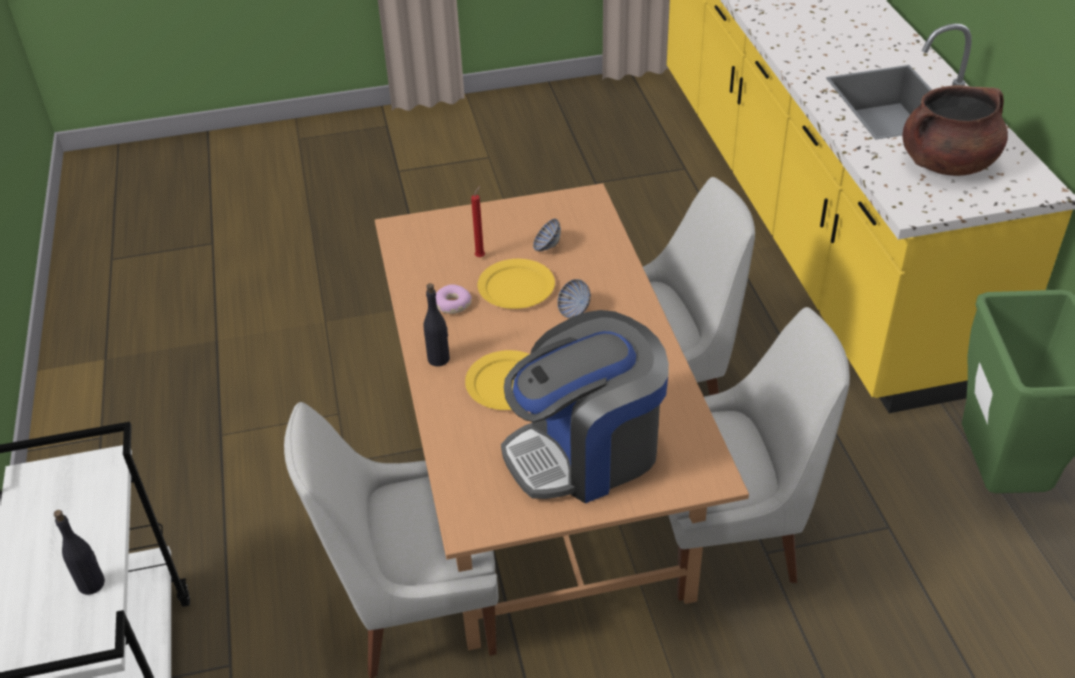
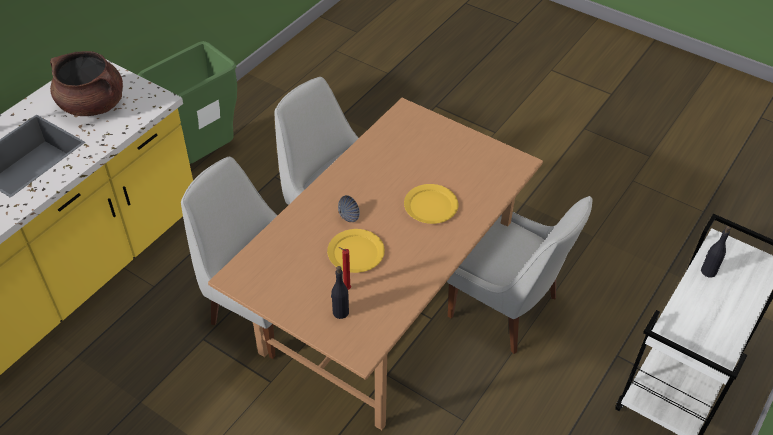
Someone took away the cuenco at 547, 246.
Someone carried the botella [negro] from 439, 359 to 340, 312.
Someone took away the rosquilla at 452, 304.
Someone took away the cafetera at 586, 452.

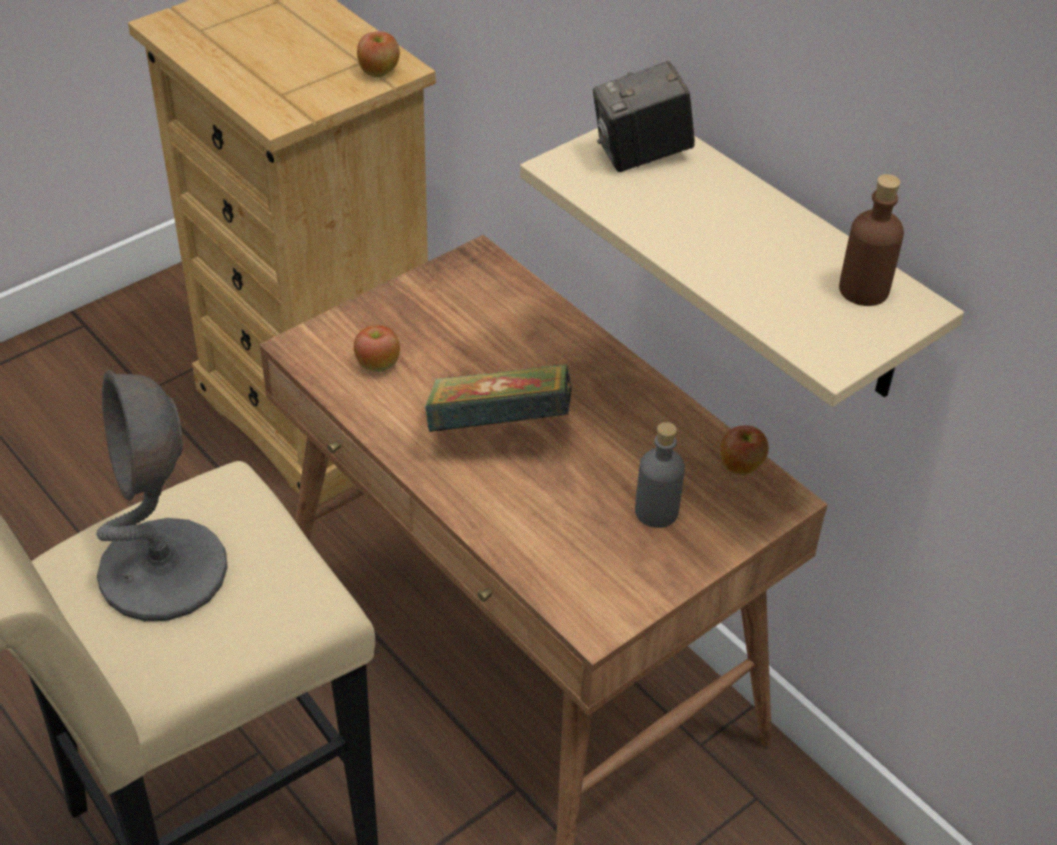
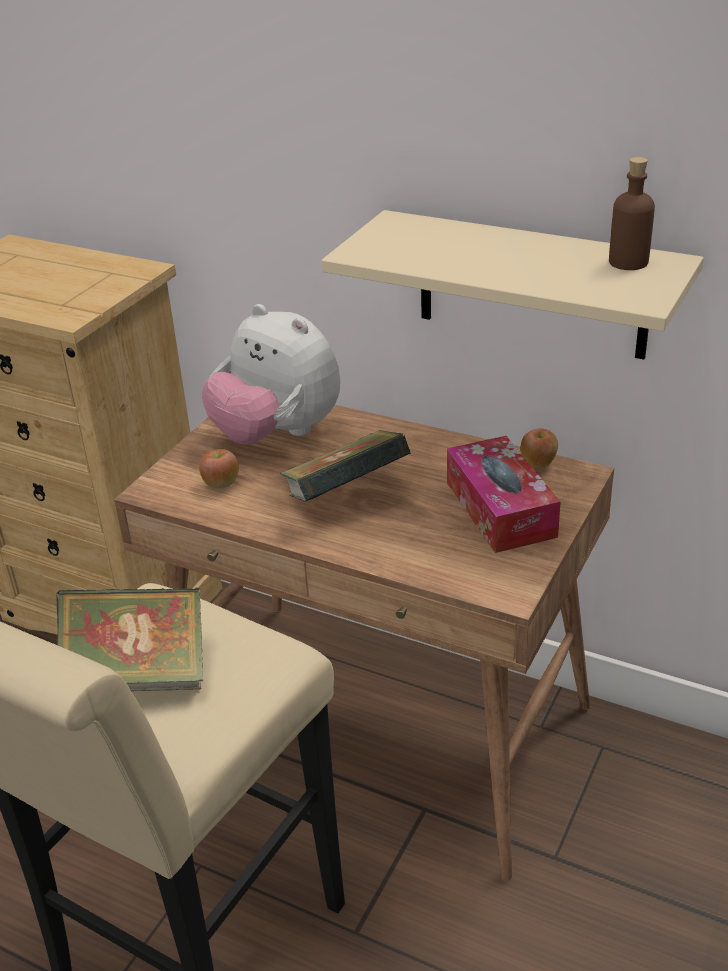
Someone took away the manzana at 379, 72.
Someone took away the cámara at 640, 155.
Someone swapped the lámpara de mesa [gris] at 164, 572 for the libro at 138, 675.
Someone swapped the botella [gris] at 656, 511 for the caja de pañuelos at 500, 509.
Someone put down the peluche at 277, 434.

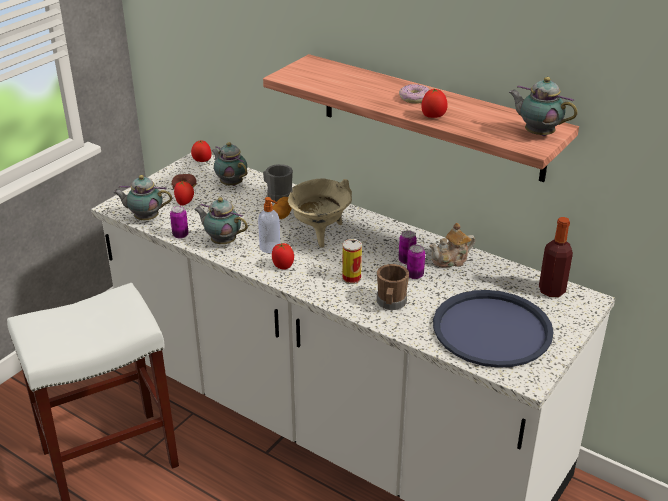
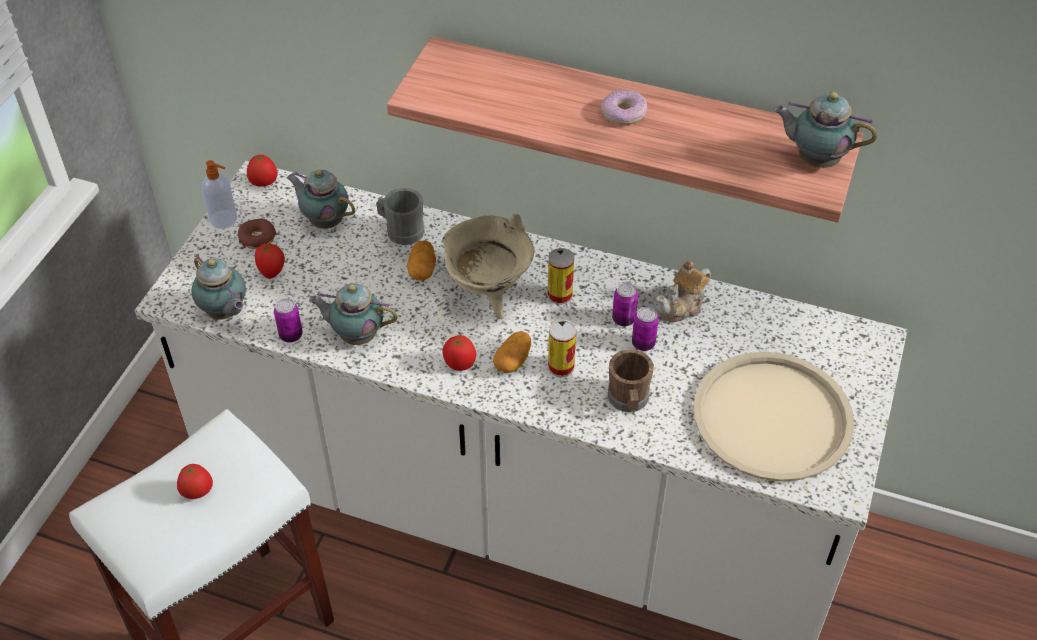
Someone carried the tomate from 433, 117 to 198, 492.
Someone rotated the tetera at 145, 218 by 120 degrees counterclockwise.
Someone carried the dispensador de jabón from 270, 248 to 224, 220.
Someone took away the botella at 551, 290.
Someone repainted the bandeja [azul] at 491, 329, which became the bandeja [beis] at 771, 417.
Someone put down the lata at 560, 295.
Someone put down the patata at 513, 360.

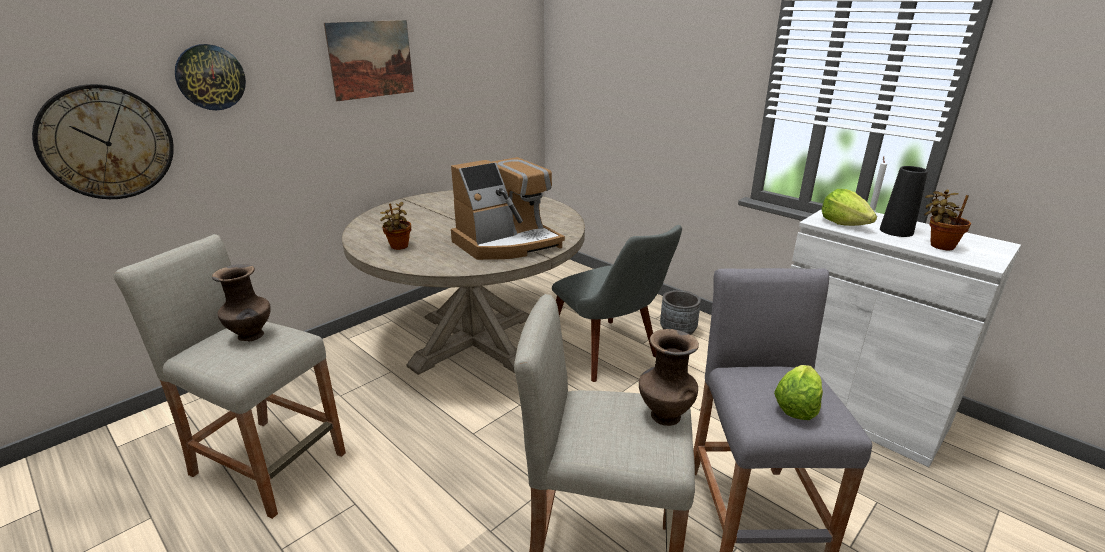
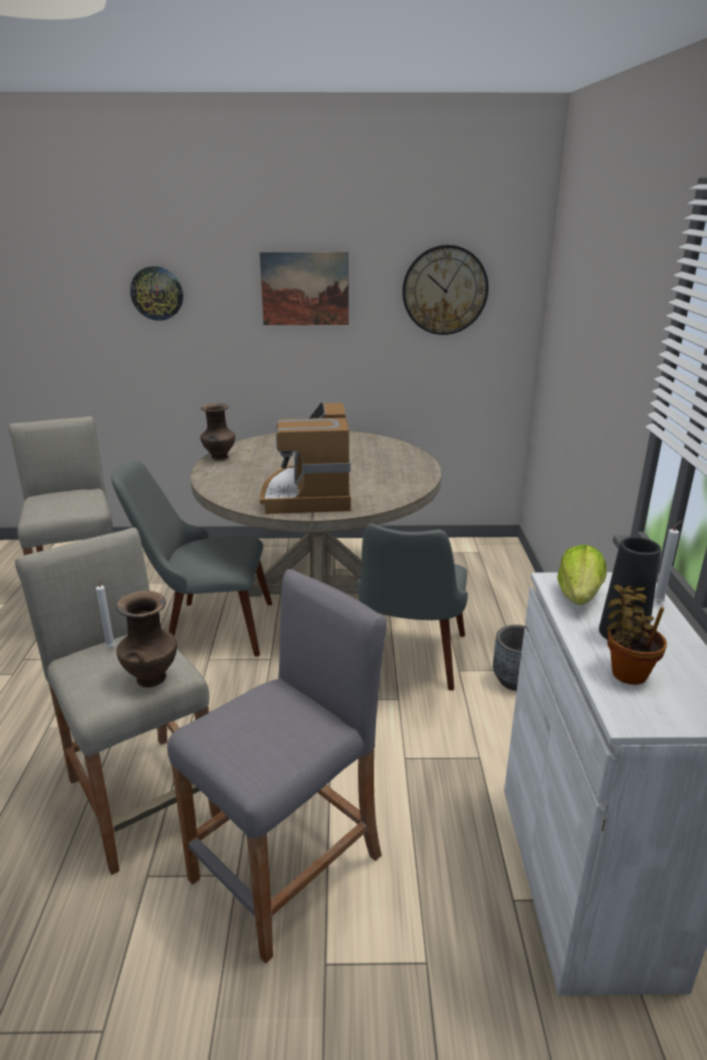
Someone carried the reloj de pared from 106, 142 to 445, 290.
Someone rotated the cafetera at 507, 243 by 75 degrees clockwise.
Someone took away the planta en maceta at 399, 247.
Someone carried the florero [marrón] from 251, 336 to 219, 458.
Someone took away the lechuga at 796, 406.
Someone put down the silla [gris] at 205, 627.
Someone put down the vela [blanco] at 111, 646.

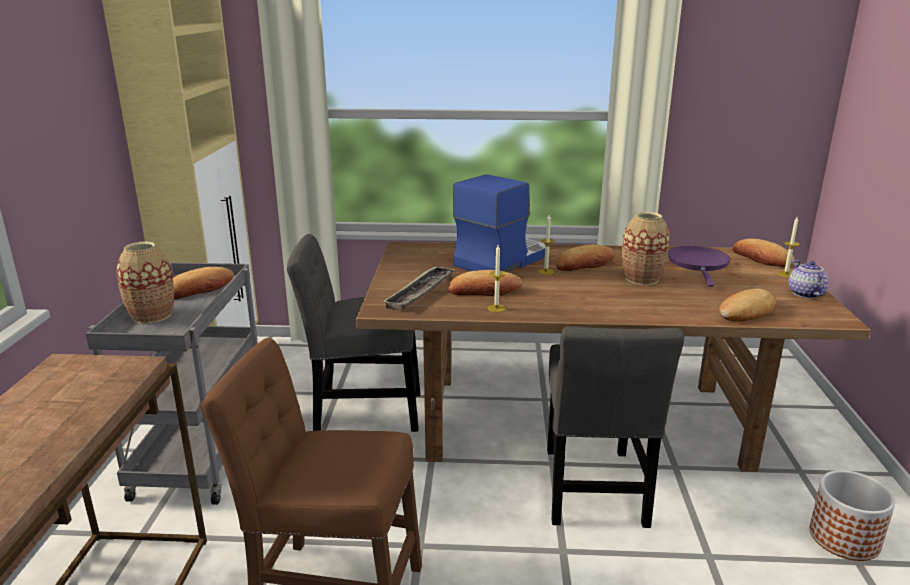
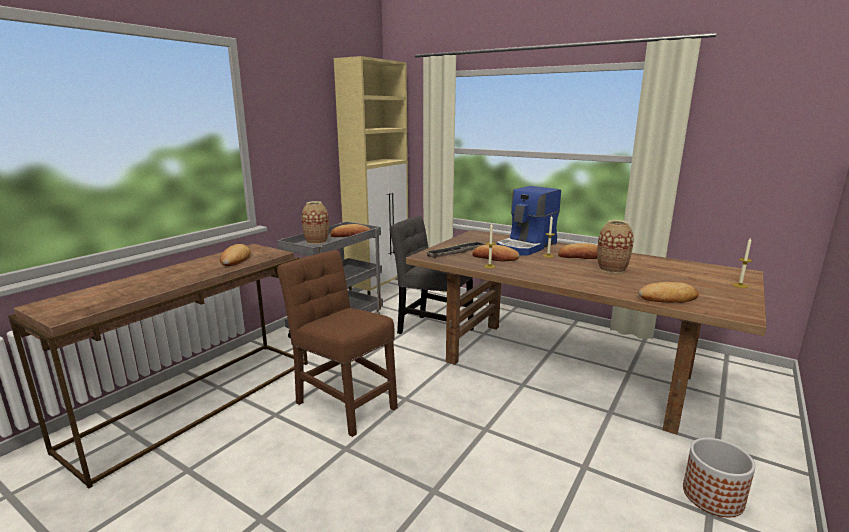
Someone rotated the cafetera at 501, 260 by 150 degrees clockwise.
Someone carried the pan from 761, 258 to 235, 259.
Someone took away the sartén [morado] at 698, 264.
Someone took away the tetera at 804, 294.
Someone took away the silla [gris] at 594, 491.

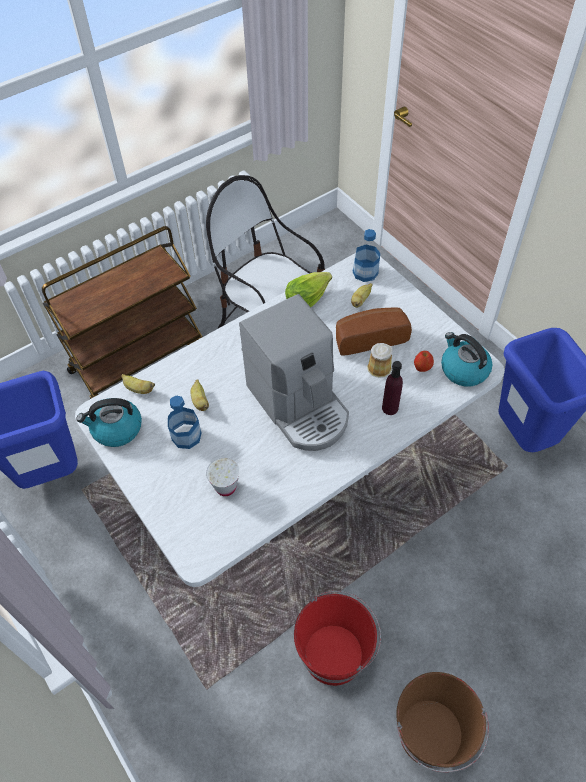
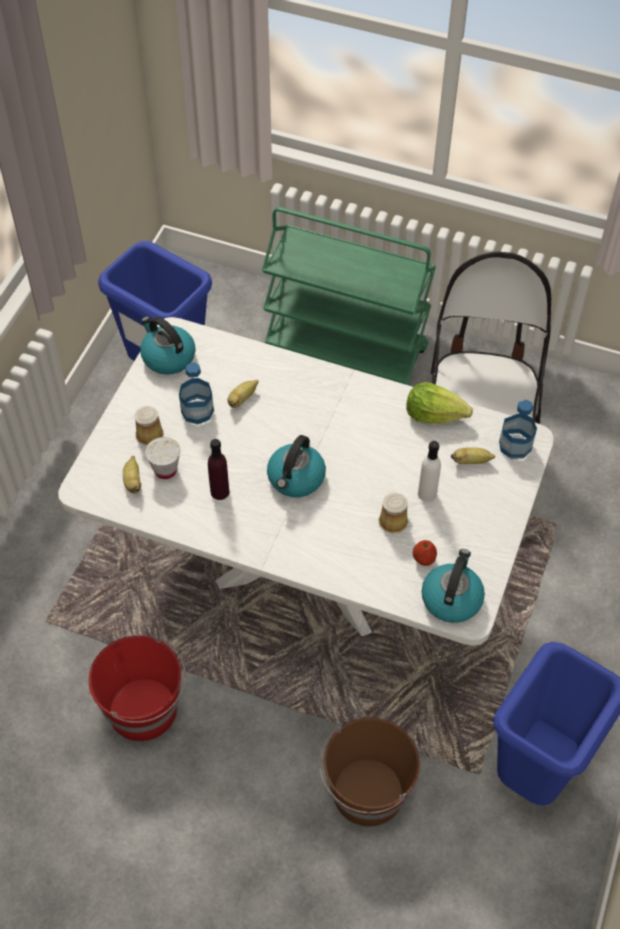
Someone repainted the carrito [marrón] at 138, 357, which became the carrito [verde] at 345, 352.
Someone swapped the cafetera at 300, 405 for the hervidor at 296, 479.
Someone swapped the pan at 369, 337 for the botella [blanco] at 427, 493.
Someone carried the botella [morado] from 390, 408 to 220, 492.
Someone carried the plátano from 138, 389 to 133, 481.
Someone carried the cubo [marrón] from 431, 734 to 367, 793.
Someone put down the taza grande at 150, 433.

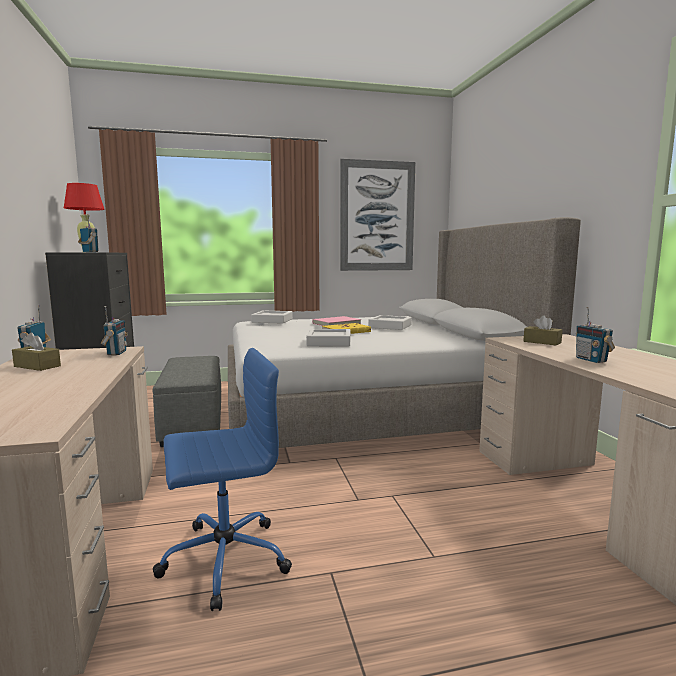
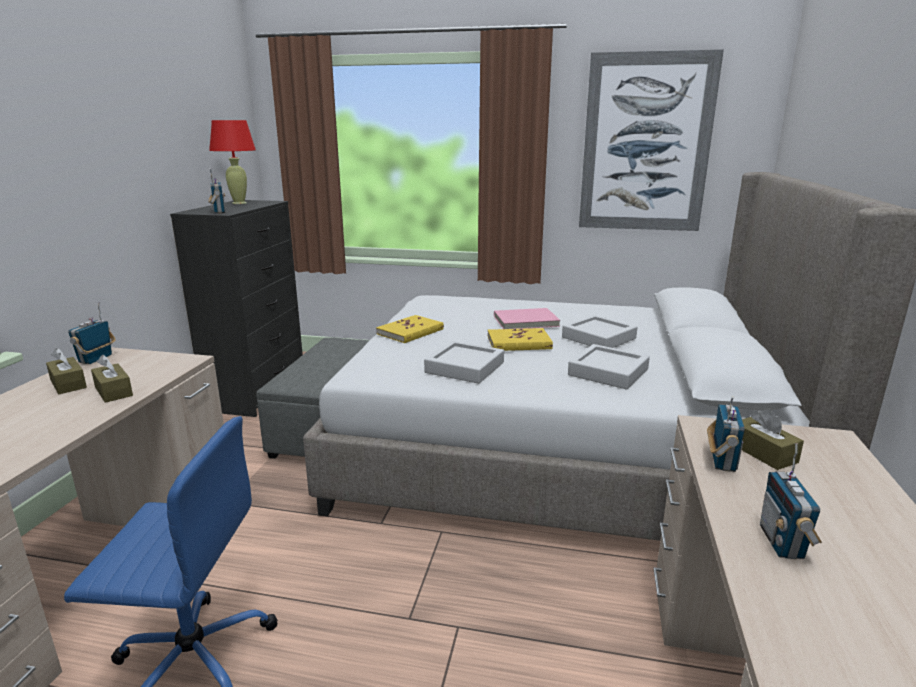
Someone carried the radio from 116, 353 to 721, 461.
Someone carried the bandeja [gris] from 272, 320 to 608, 372.
Someone put down the libro [amarillo] at 410, 332.
Someone put down the caja de pañuelos [marrón] at 113, 391.

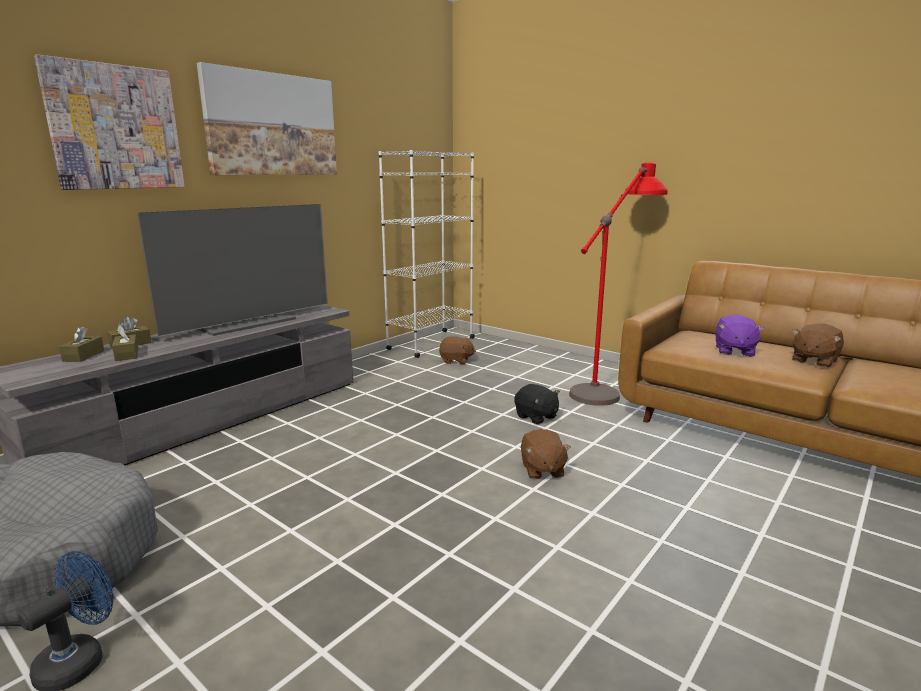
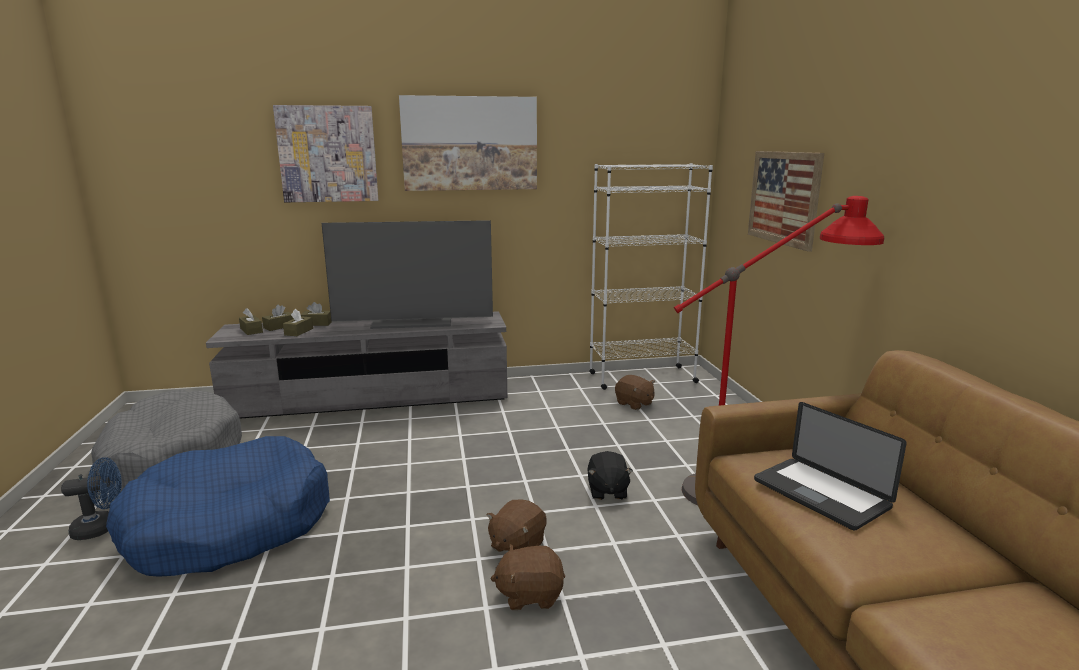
Someone swapped the peluche [morado] at 733, 351 for the portátil at 820, 494.
Someone carried the peluche [marrón] from 813, 361 to 530, 594.
Someone put up the cuadro at 783, 198.
Someone put down the caja de pañuelos [marrón] at 251, 330.
Someone put down the cama para perro [azul] at 229, 526.

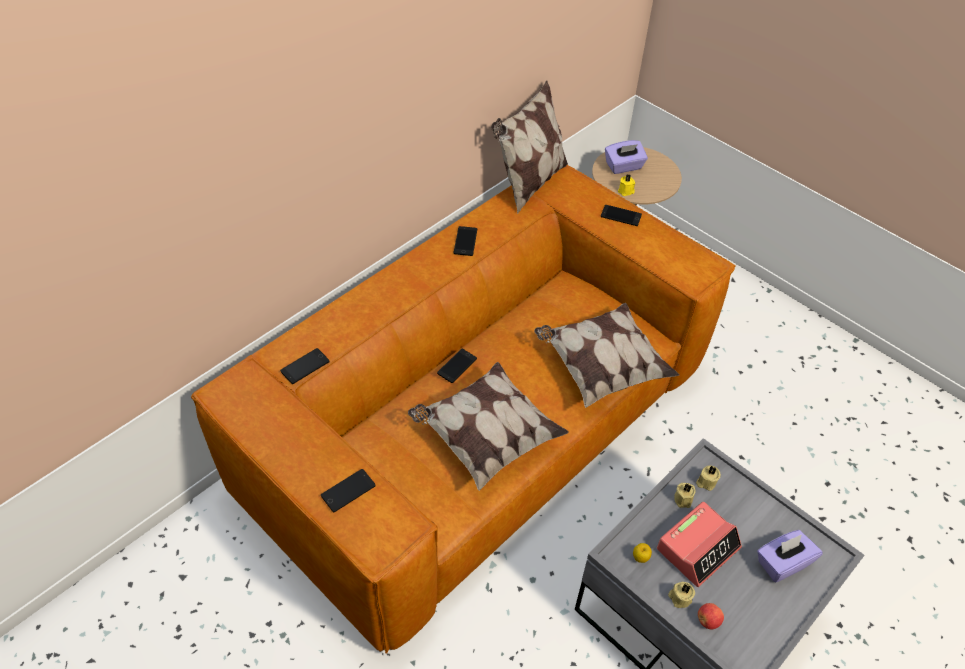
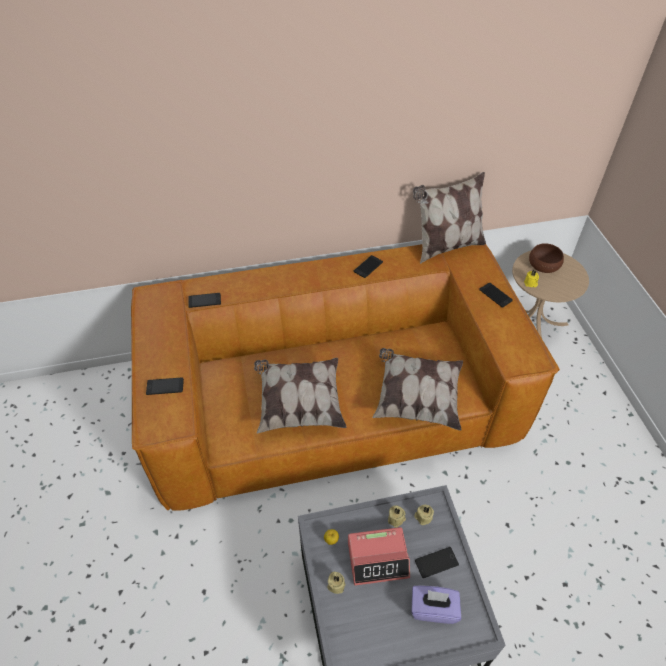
Someone swapped the caja de pañuelos [morado] at 624, 166 for the cuenco [marrón] at 543, 265.
Someone carried the móvil from 457, 366 to 436, 562.
Someone took away the manzana at 707, 620.

